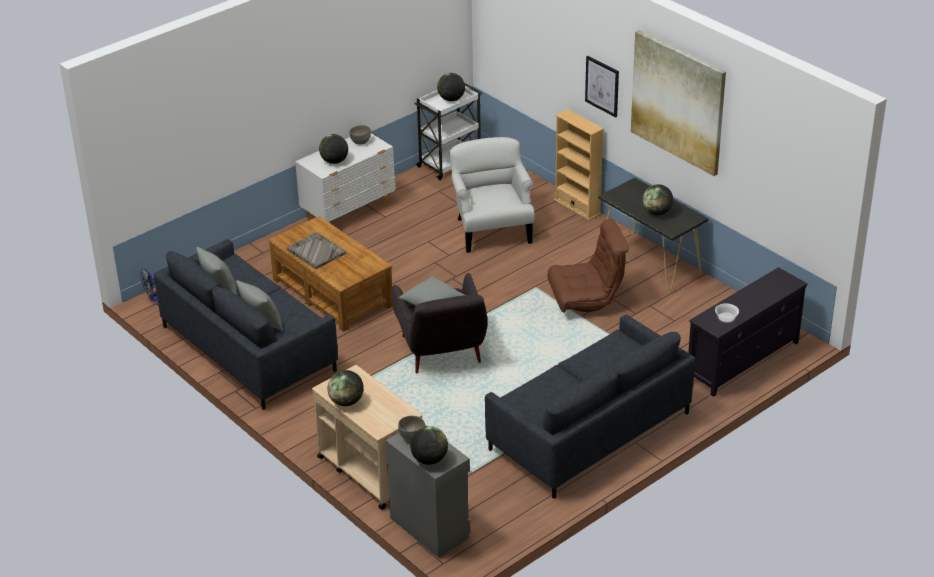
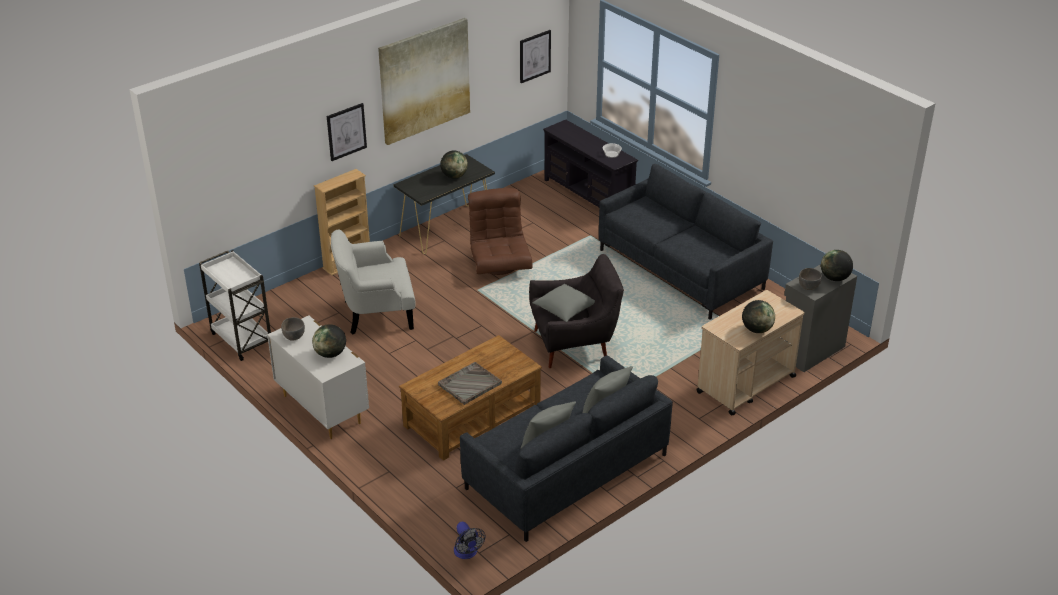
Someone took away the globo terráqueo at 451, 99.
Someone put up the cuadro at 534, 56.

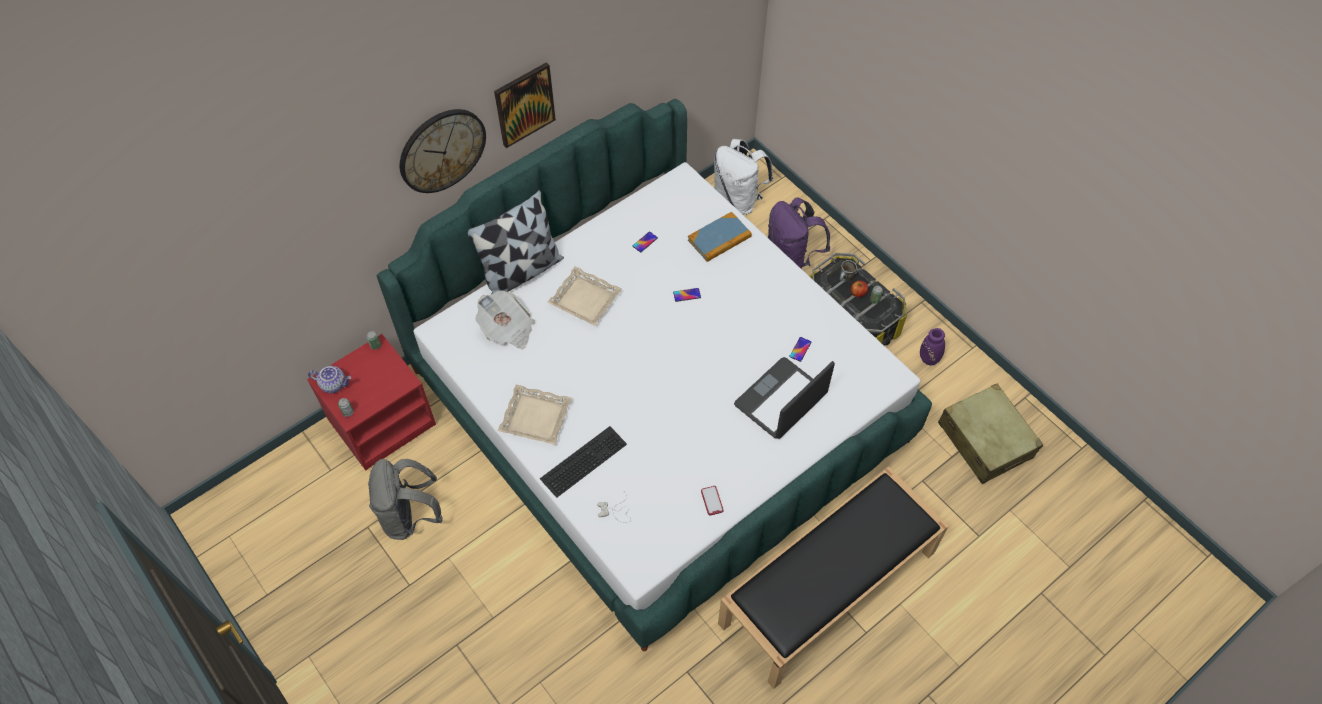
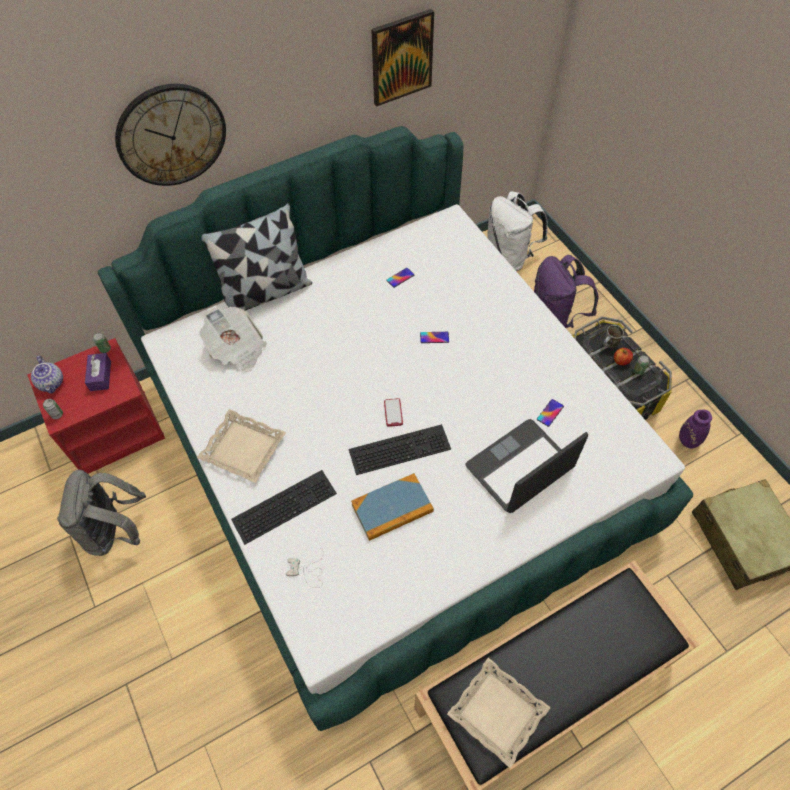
Someone carried the cuadro from 524, 104 to 401, 57.
Someone carried the libro from 719, 239 to 392, 508.
Someone carried the bandeja [beis] from 584, 300 to 497, 713.
Someone rotated the tetera at 334, 384 by 45 degrees clockwise.
Someone carried the móvil from 712, 501 to 393, 413.
Someone put down the caja de pañuelos [morado] at 100, 376.
Someone put down the teclado at 400, 447.

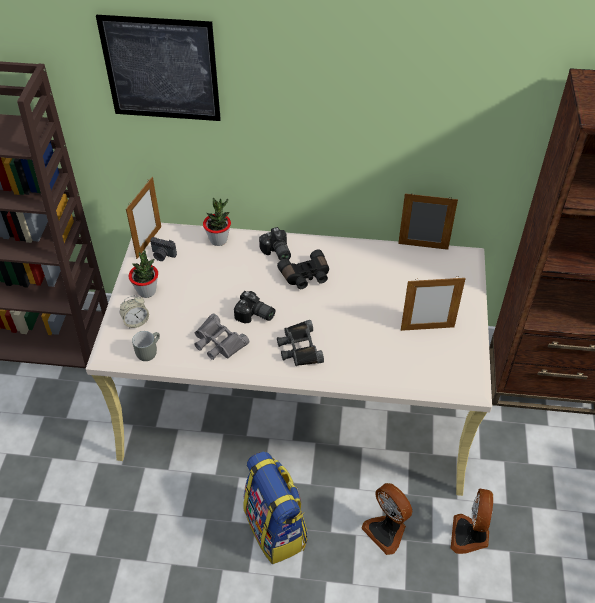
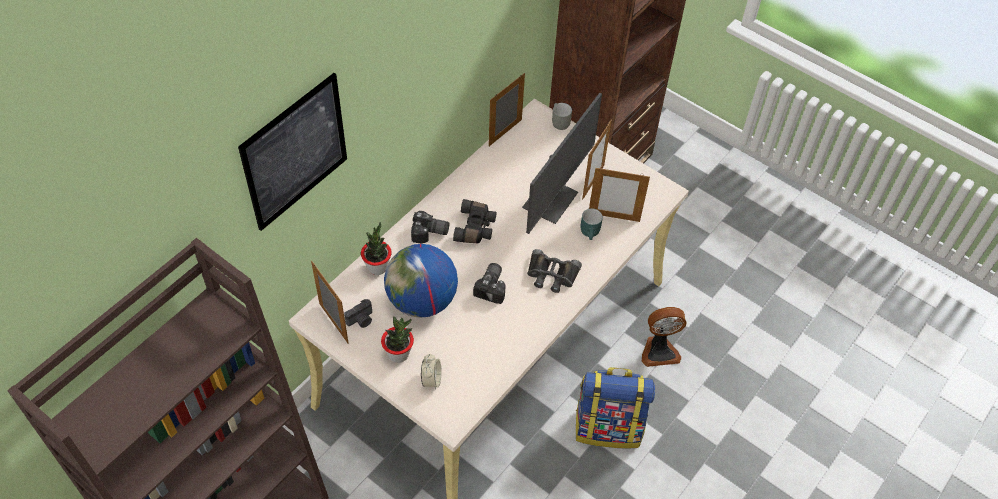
Someone rotated the cámara at 255, 316 by 45 degrees counterclockwise.
Someone took away the prismáticos [gris] at 218, 342.
Someone carried the taza grande [gris] from 148, 351 to 558, 122.
Someone took away the ventilador at 470, 535.
Someone put down the monitor at 552, 200.
Someone put down the portarretratos at 614, 217.
Someone put down the taza grande [turquesa] at 591, 233.
Someone put down the globo terráqueo at 422, 301.

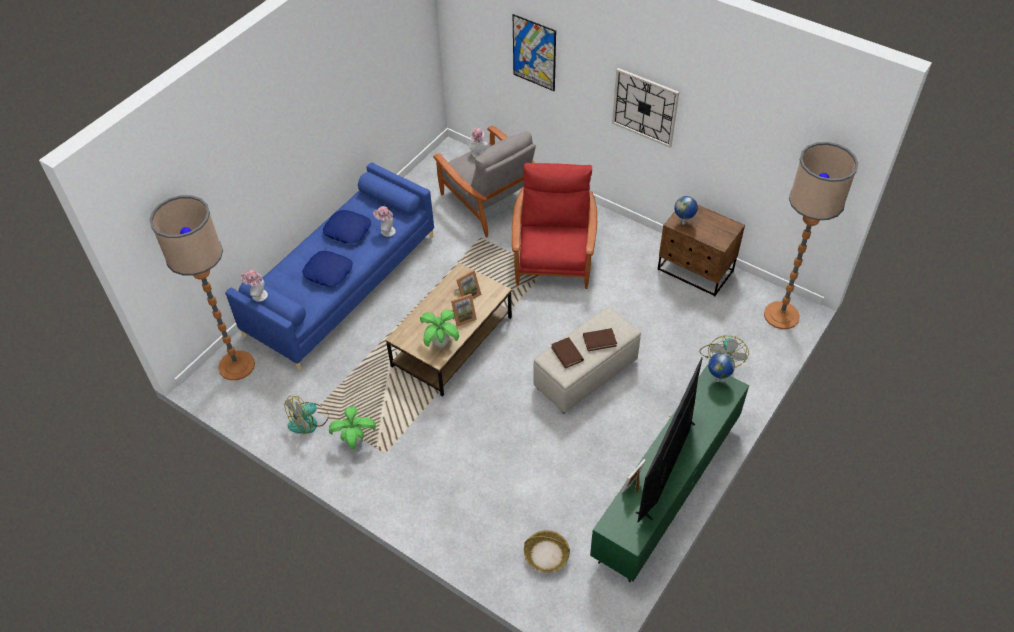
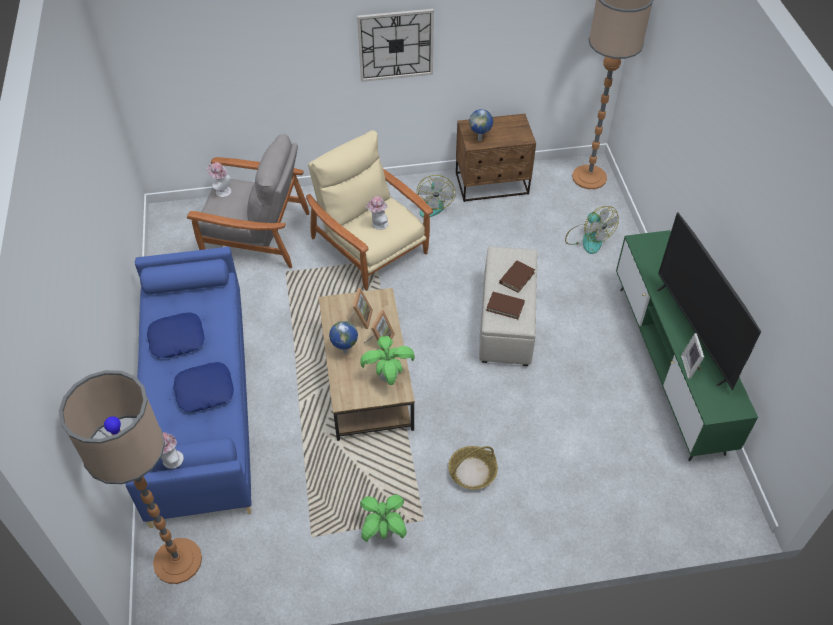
Someone took away the cuadro at 534, 53.
Someone repainted the sillón [rojo] at 553, 257, which became the sillón [beis] at 370, 246.
Someone carried the sombrero from 386, 231 to 378, 224.
Someone carried the globo terráqueo from 717, 380 to 344, 352.
Someone carried the ventilador from 309, 421 to 432, 204.
Someone carried the cesta from 546, 555 to 472, 472.

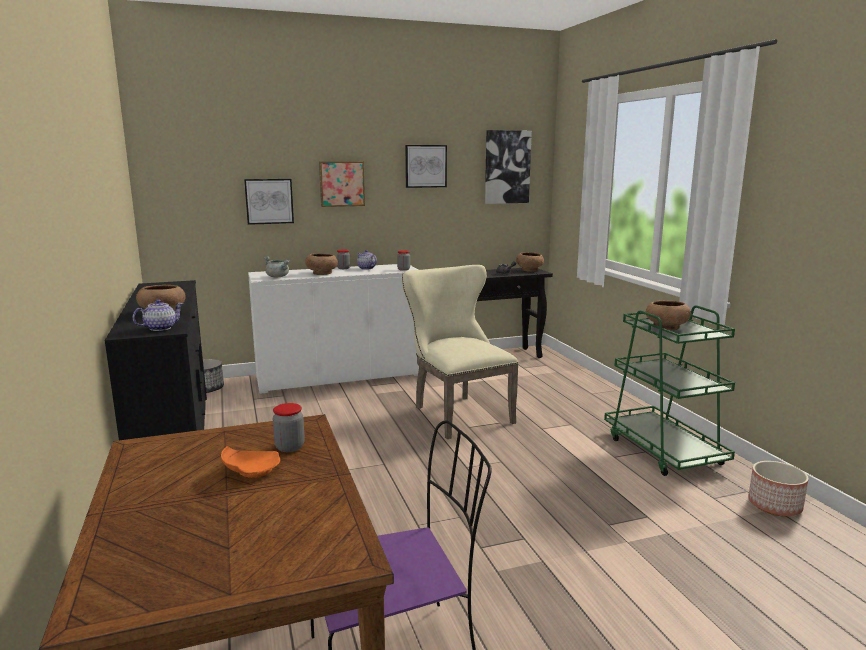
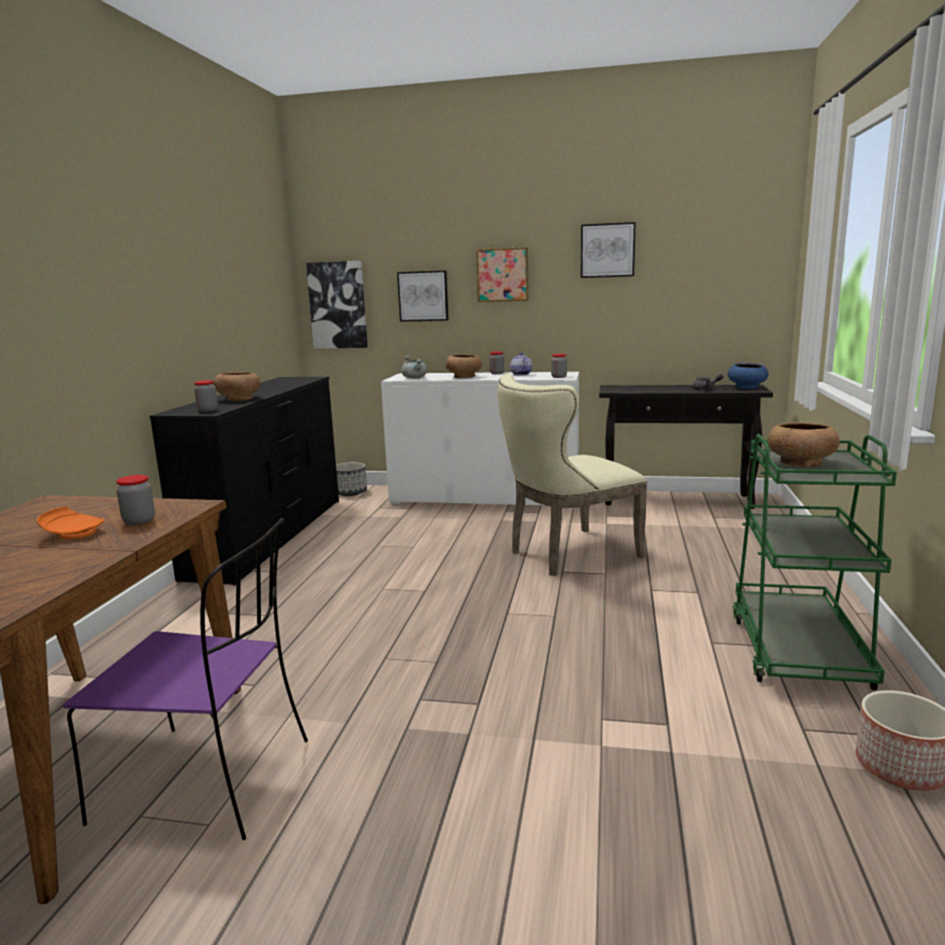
Someone carried the cuadro from 507, 167 to 338, 305.
Someone repainted the cuenco [marrón] at 530, 270, which became the cuenco [azul] at 747, 387.
Someone rotated the silla [beis] at 457, 413 by 120 degrees counterclockwise.
Someone swapped the tetera at 160, 328 for the tarro at 207, 410.

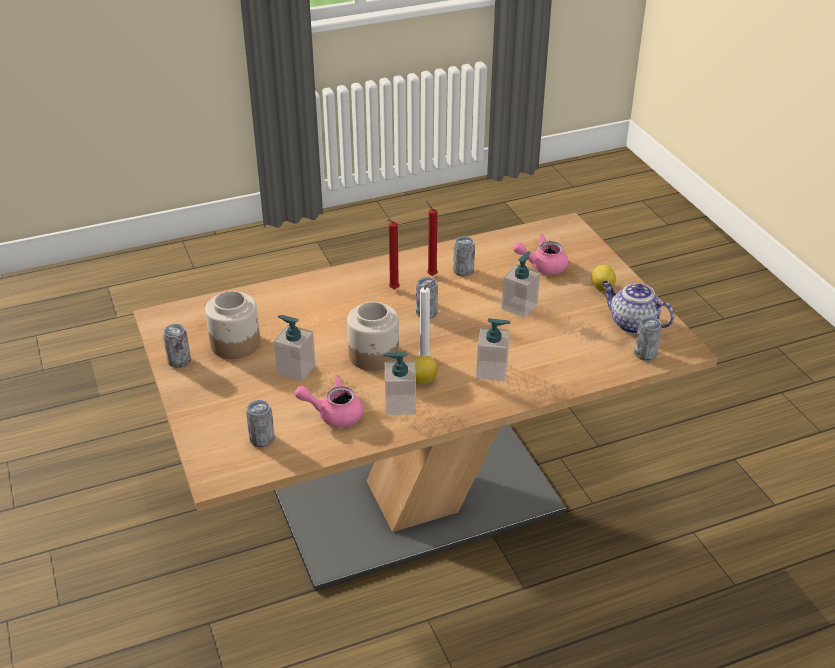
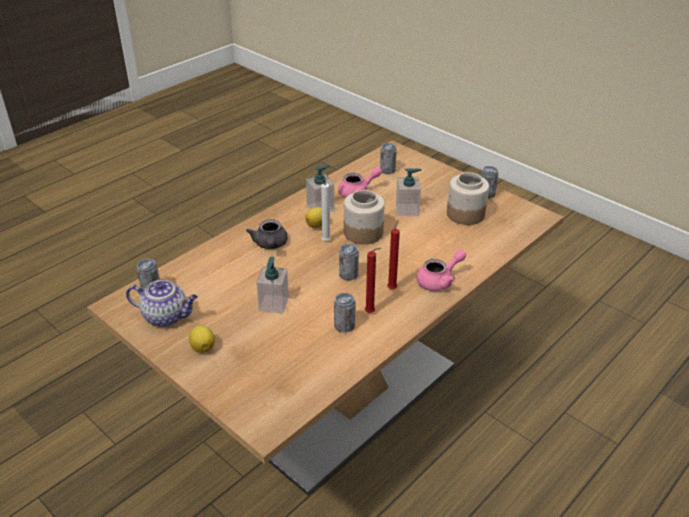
Someone carried the tetera [rosa] from 542, 265 to 439, 281.
Someone swapped the dispensador de jabón at 492, 371 for the tetera [gris] at 270, 245.

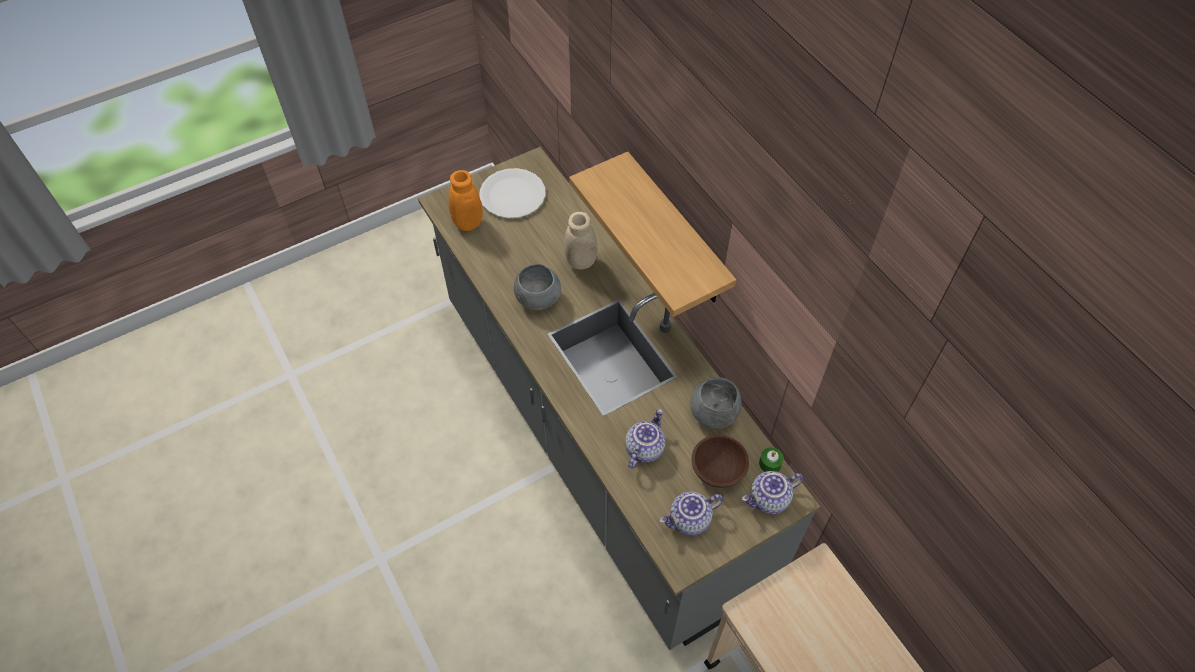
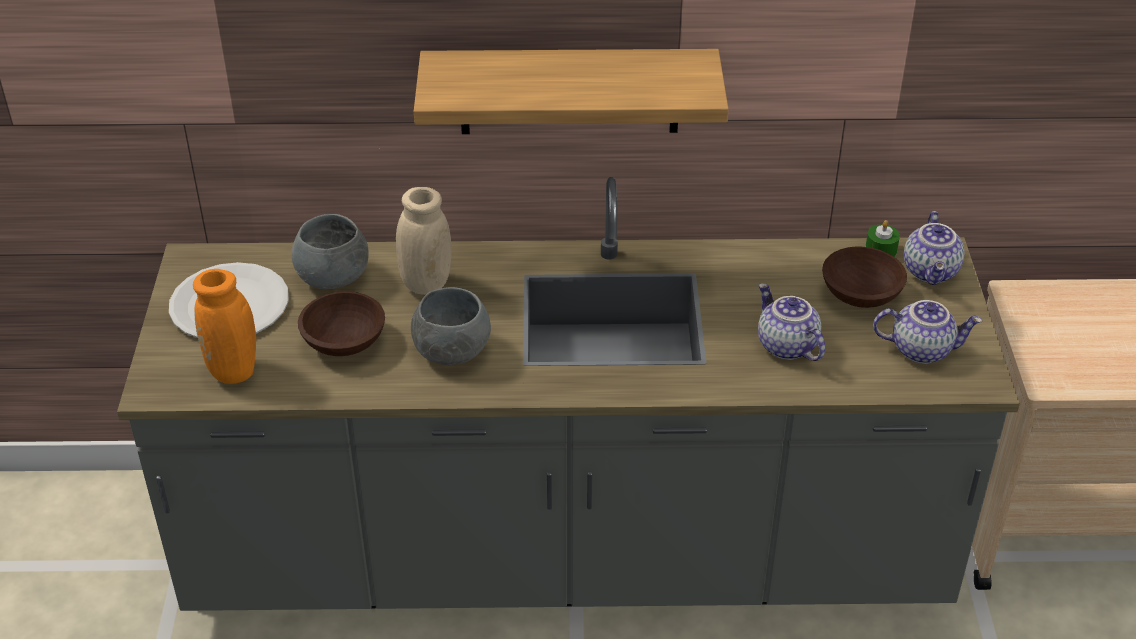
Someone carried the cuenco [gris] from 714, 414 to 334, 277.
Someone rotated the tetera at 689, 521 by 90 degrees counterclockwise.
Someone put down the cuenco [marrón] at 342, 342.

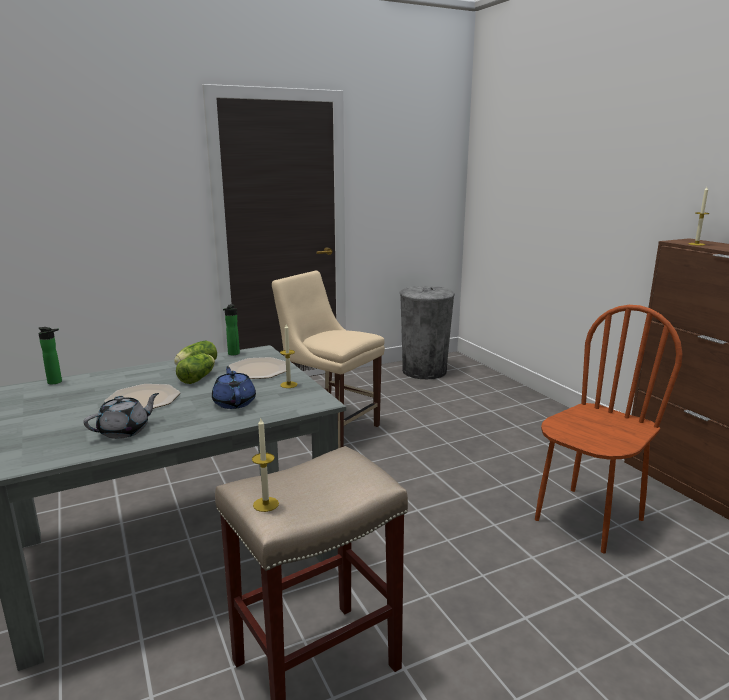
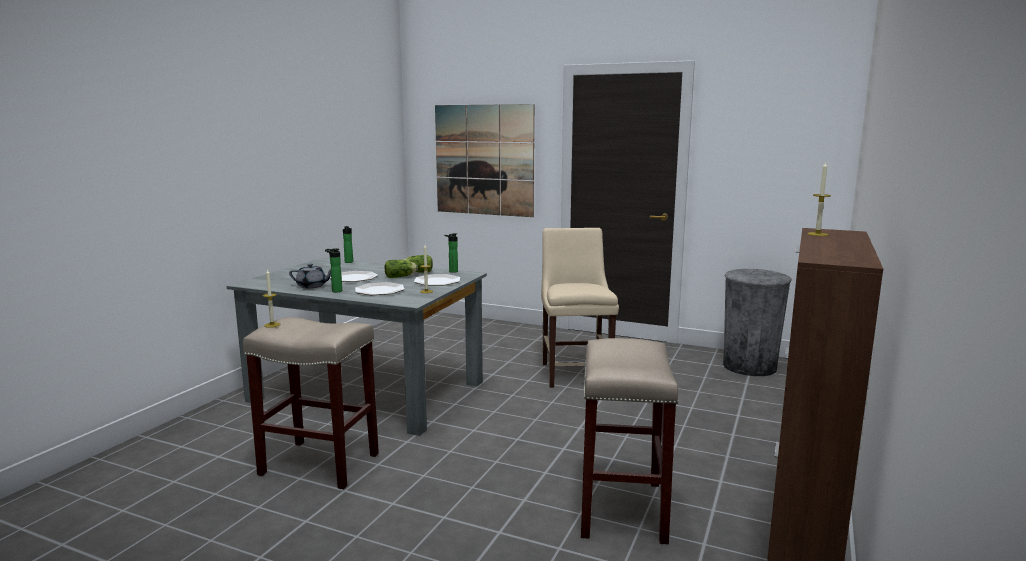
Someone swapped the silla [marrón] at 588, 519 for the taburete [beis] at 623, 510.
Someone swapped the tetera [azul] at 234, 402 for the plato at 379, 290.
Someone put up the cuadro at 484, 160.
Someone put down the botella at 335, 291.

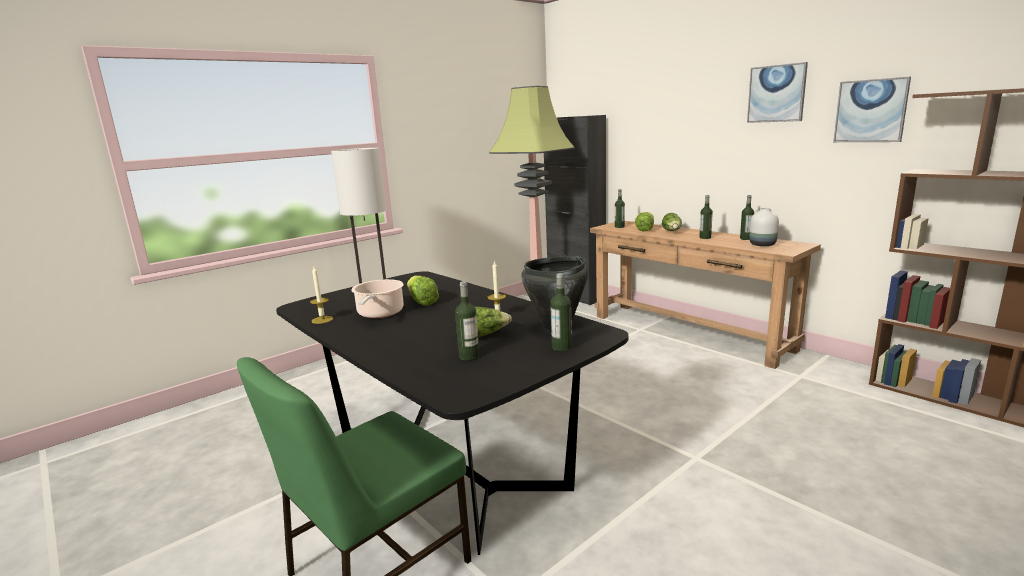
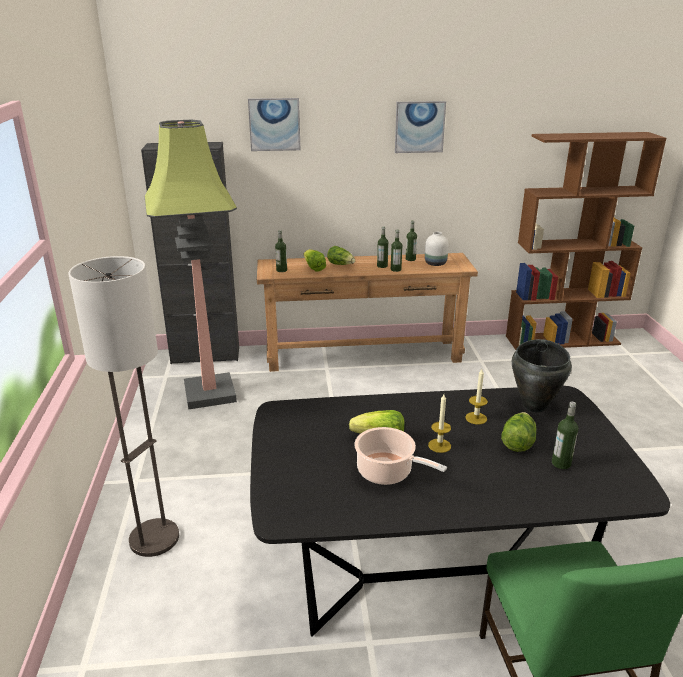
Someone carried the cuadro from 870, 111 to 274, 124.
Someone carried the vela from 322, 320 to 439, 445.
Someone carried the botella from 561, 347 to 395, 269.

